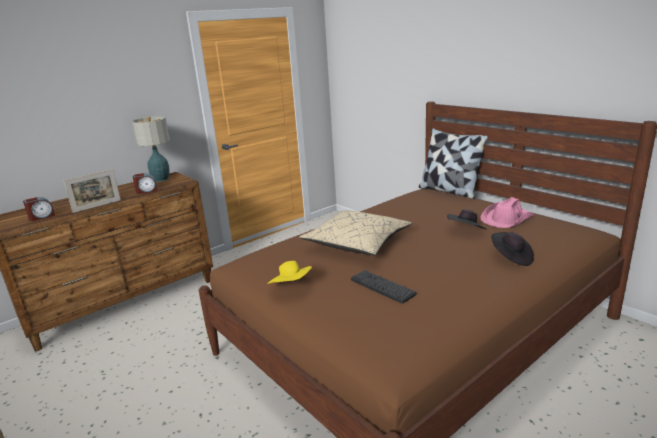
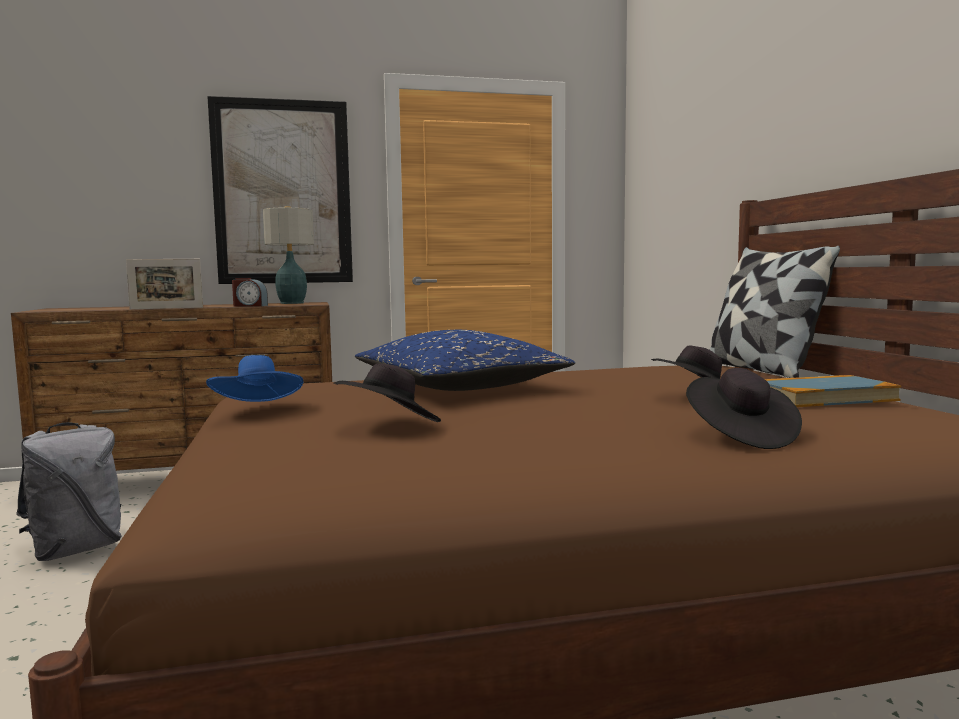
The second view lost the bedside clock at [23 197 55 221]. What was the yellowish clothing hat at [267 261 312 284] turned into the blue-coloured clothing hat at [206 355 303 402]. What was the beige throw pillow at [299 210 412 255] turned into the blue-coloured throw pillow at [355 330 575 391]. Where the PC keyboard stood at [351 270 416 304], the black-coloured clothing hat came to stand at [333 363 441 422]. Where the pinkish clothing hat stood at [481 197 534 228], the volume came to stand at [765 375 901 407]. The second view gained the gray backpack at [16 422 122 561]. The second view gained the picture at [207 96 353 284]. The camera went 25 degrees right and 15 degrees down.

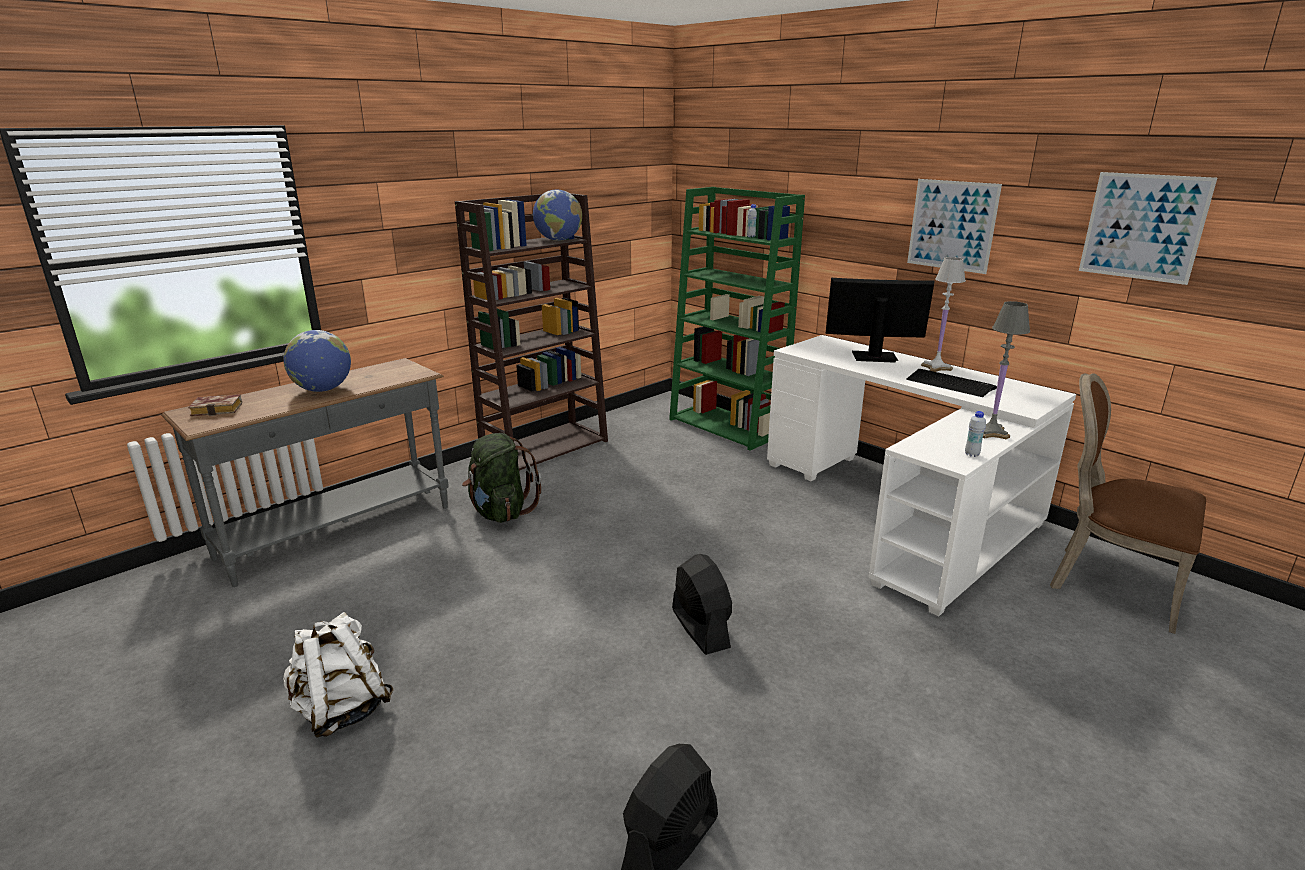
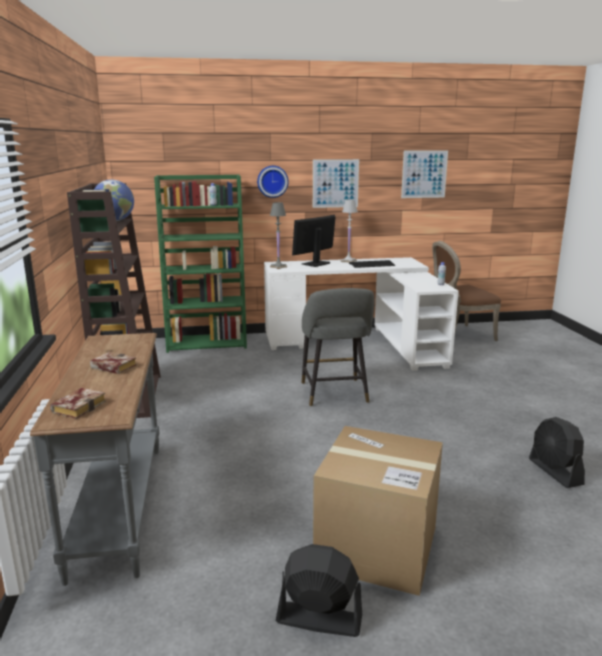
Where the world globe stood at [283 330 351 392], the volume came to stand at [90 352 137 374]. Where the white backpack stood at [283 612 394 738], the packing box came to stand at [313 426 443 596]. The second view lost the green-coloured backpack at [462 433 541 523]. The black-coloured fan ended up elsewhere, having gone from [672 554 732 655] to [276 544 362 637]. The gray lamp for a table ended up elsewhere, having gone from [983 301 1030 439] to [270 202 287 269]. The second view gained the wall clock at [257 166 289 198]. The second view gained the gray stool seat at [302 288 374 406]. The camera went 55 degrees left and 5 degrees down.

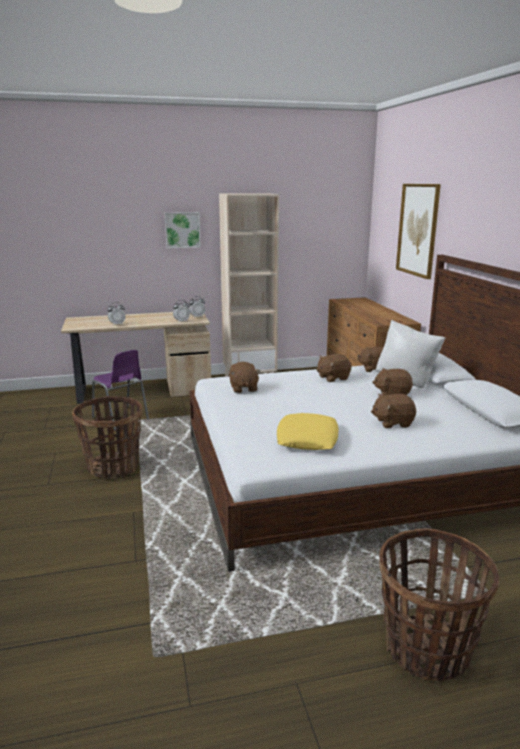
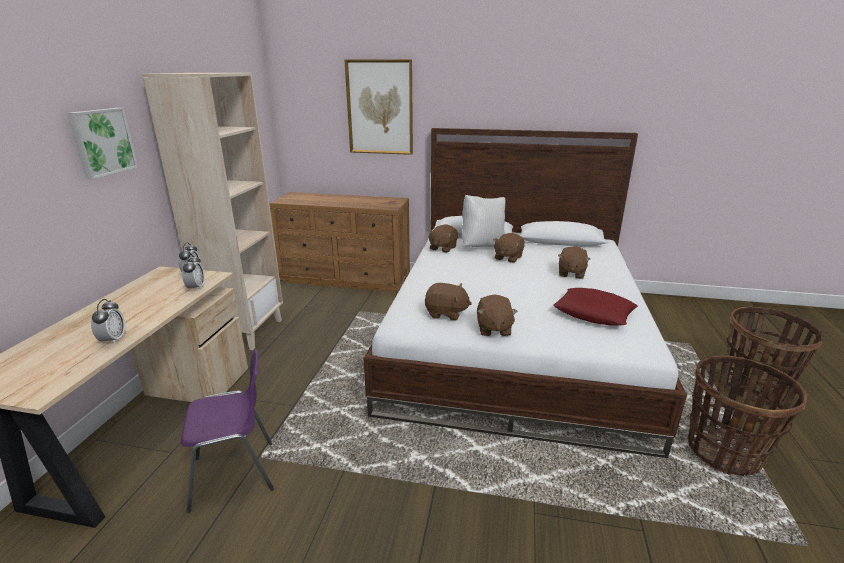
The storage basket ended up elsewhere, having gone from [72 396 142 479] to [688 356 807 477]. What was the yellowish throw pillow at [277 413 338 450] turned into the red throw pillow at [553 288 638 326]. The brown plush toy ended up elsewhere, having gone from [317 354 351 382] to [477 295 518 336]. The camera went 65 degrees left and 5 degrees up.

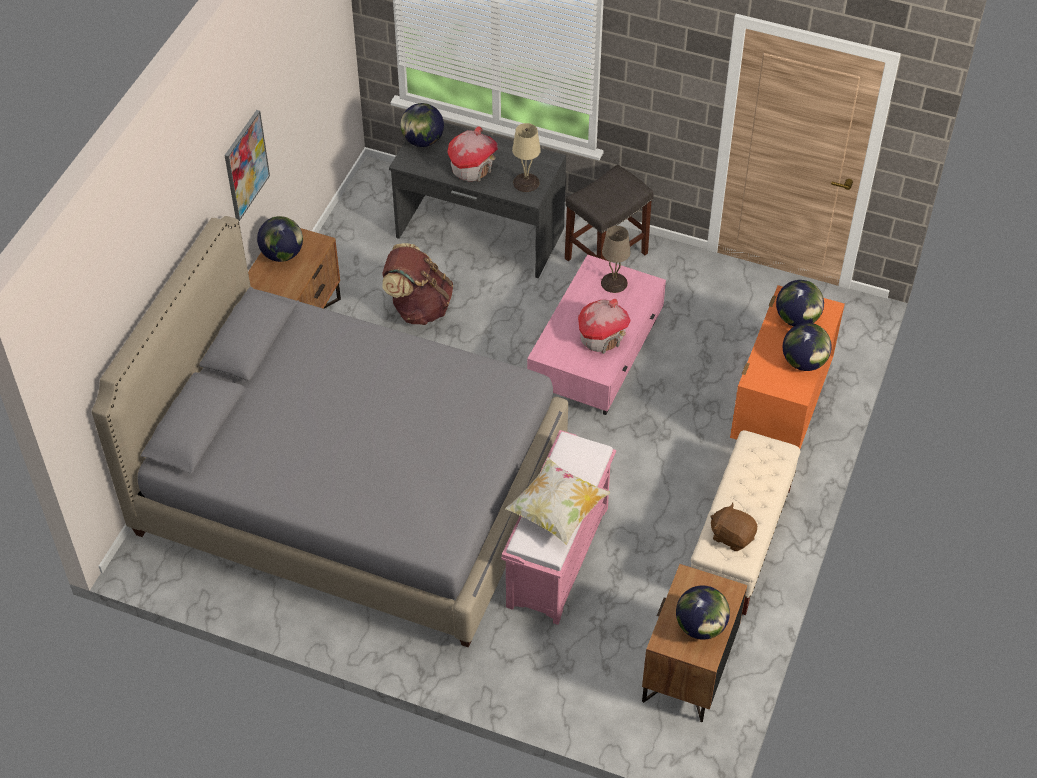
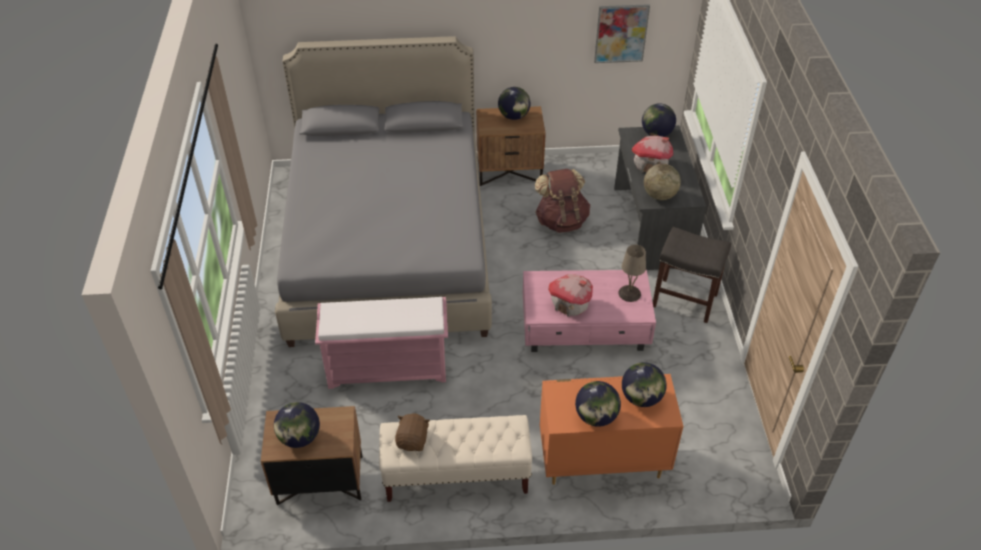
The picture ended up elsewhere, having gone from [225 110 270 221] to [594 4 650 63]. The second view lost the throw pillow at [505 458 610 545]. Where the beige lamp for a table stood at [512 123 541 192], the world globe came to stand at [644 164 681 200]. The camera went 65 degrees right and 5 degrees down.

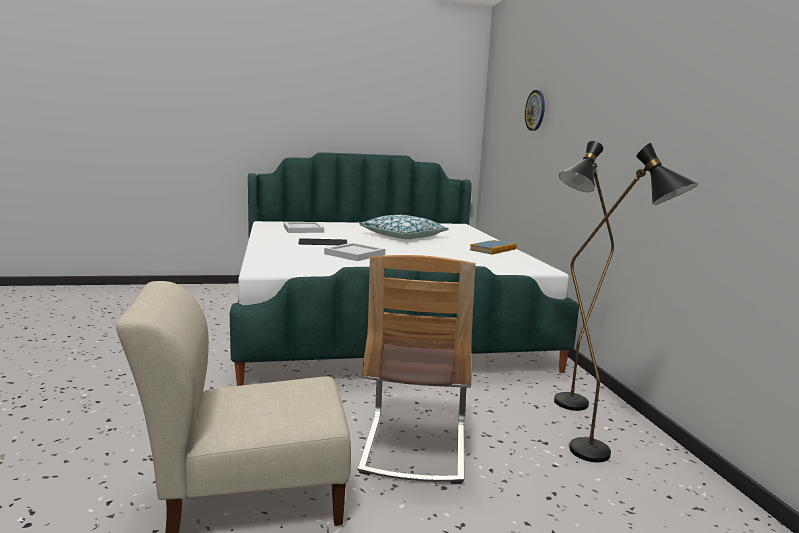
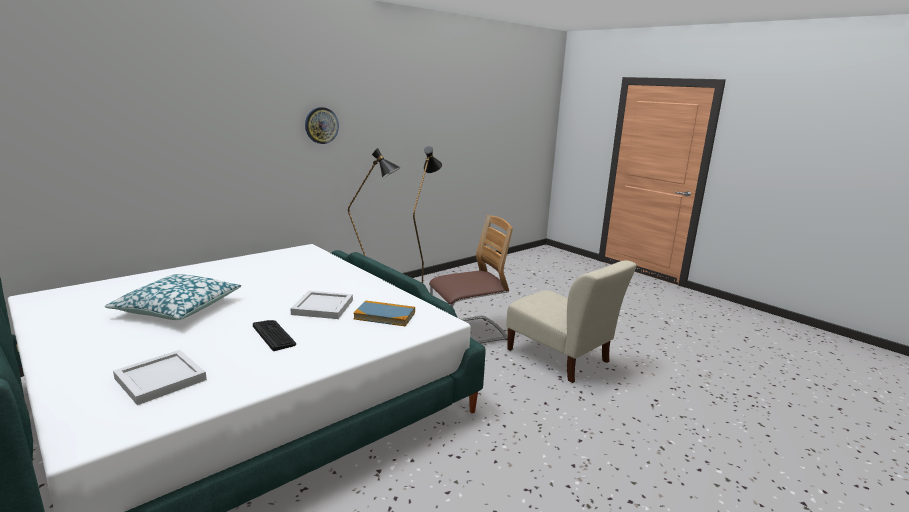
The volume ended up elsewhere, having gone from [470 240 516 255] to [353 300 415 326]. The wall clock ended up elsewhere, having gone from [525 90 545 131] to [305 107 339 144]. The camera went 120 degrees left and 5 degrees up.

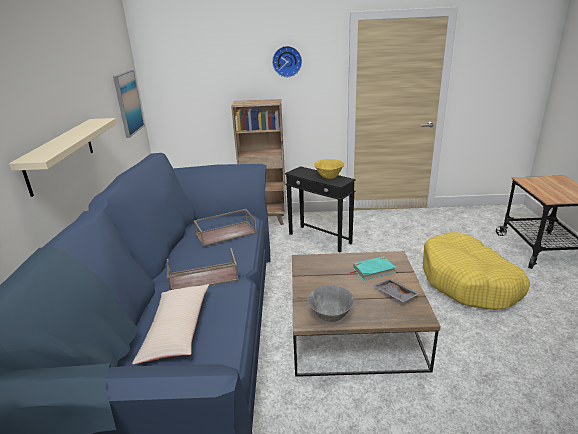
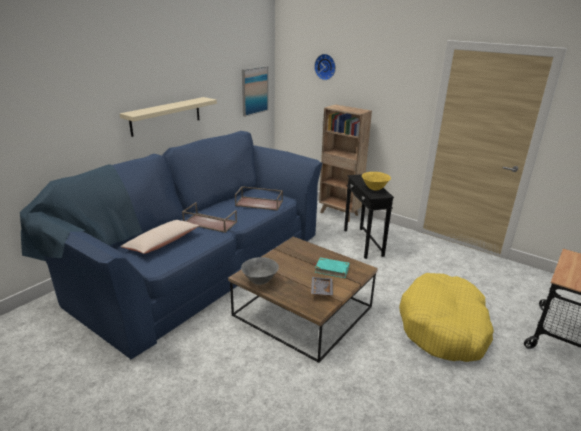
The wall clock ended up elsewhere, having gone from [272 46 302 77] to [314 54 336 80]. The camera went 35 degrees right and 0 degrees up.

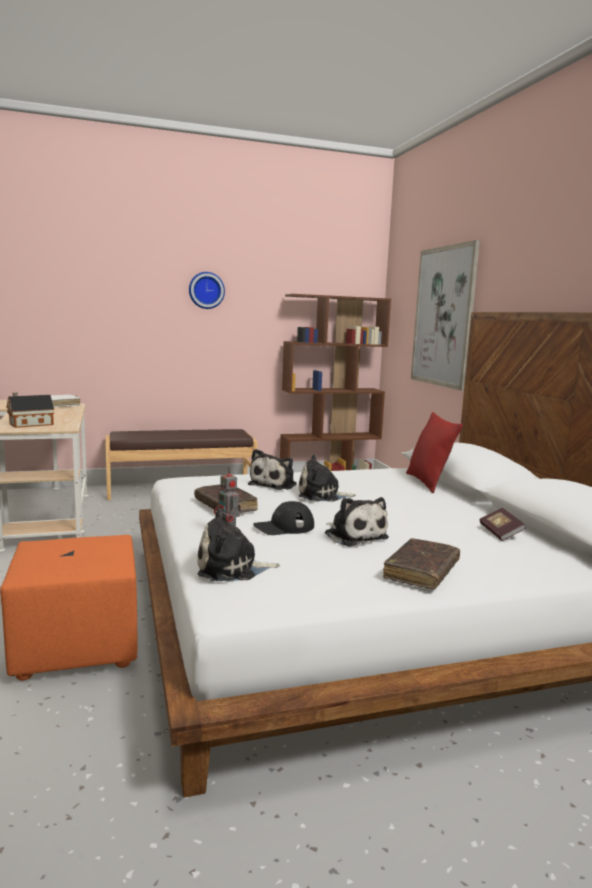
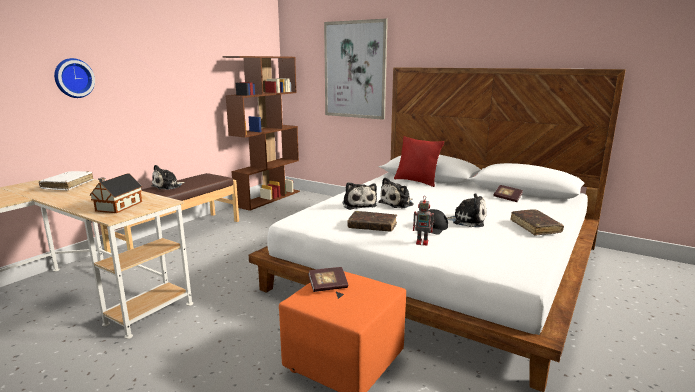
The wall clock ended up elsewhere, having gone from [189 272 225 309] to [54 58 95 98]. The plush toy ended up elsewhere, having gone from [197 509 280 581] to [151 165 185 190]. The second view gained the volume at [308 267 348 292]. The camera went 40 degrees left and 5 degrees up.

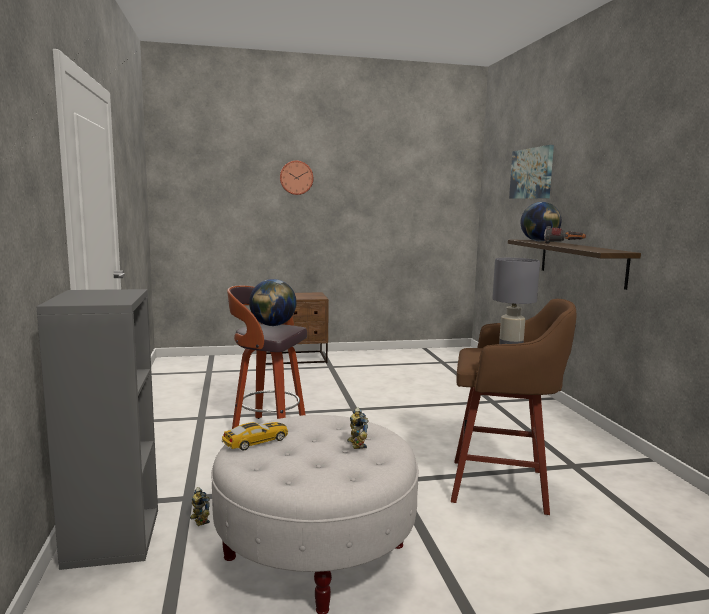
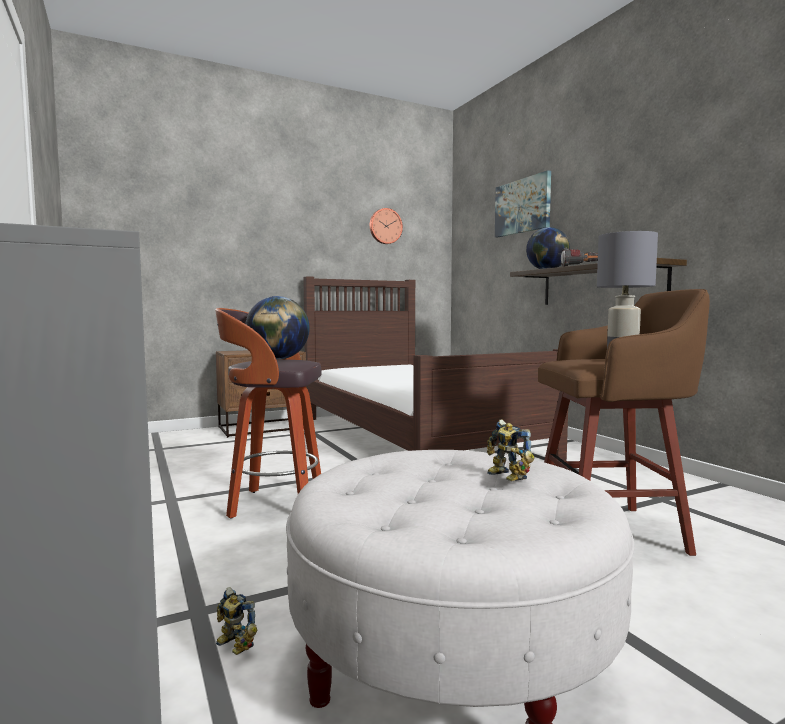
The second view lost the model car at [222 422 288 451]. The wall clock ended up elsewhere, having gone from [280 161 313 195] to [370 208 403 244]. The second view gained the brown sleeping bed at [303 276 568 461]. The camera went 15 degrees left and 5 degrees down.

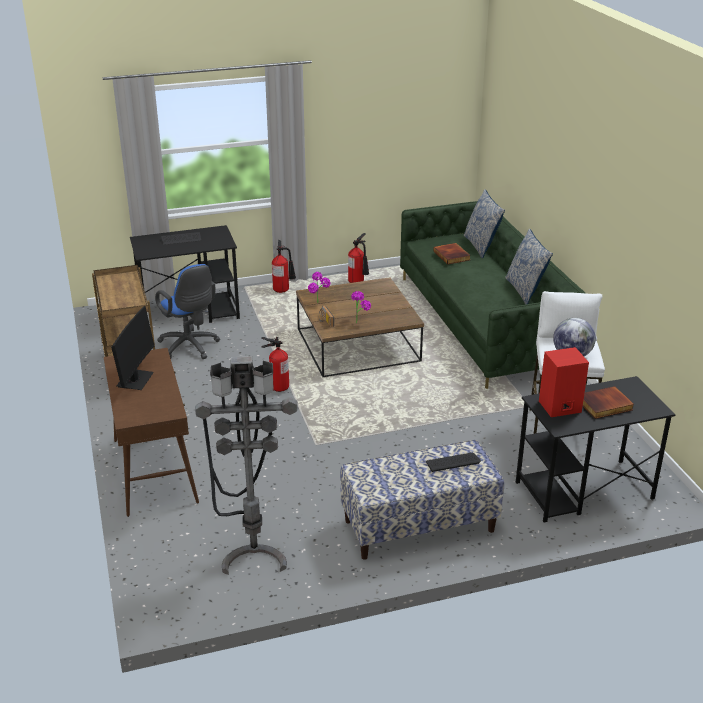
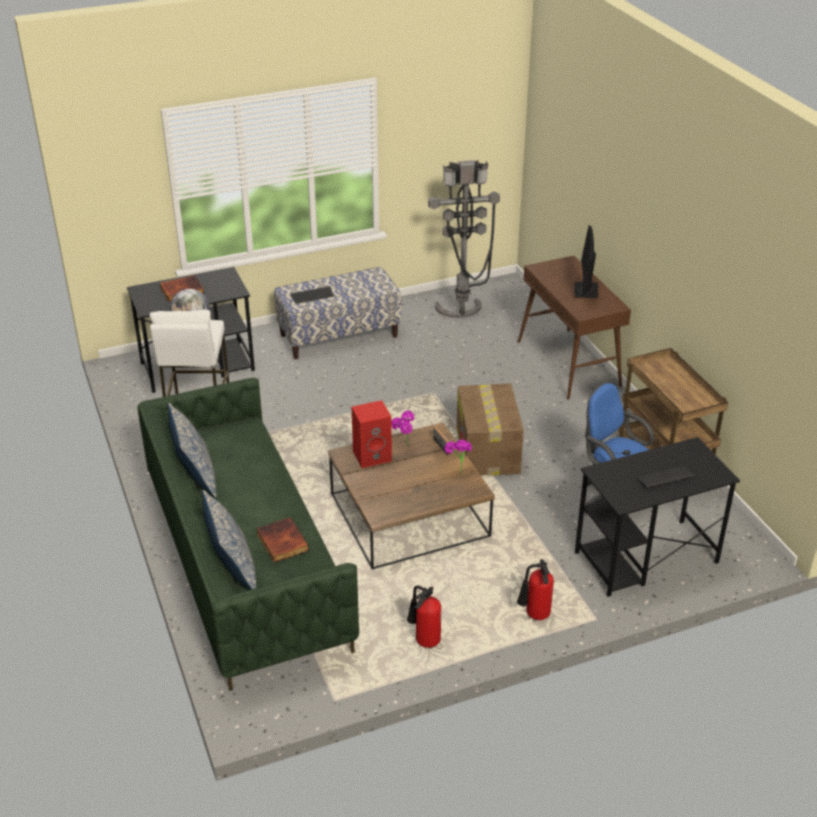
Where the extinguisher stood at [261 337 289 392], the packing box came to stand at [456 383 524 475]. The red speaker ended up elsewhere, having gone from [539 347 589 417] to [352 400 392 468]. The camera went 175 degrees right and 5 degrees up.

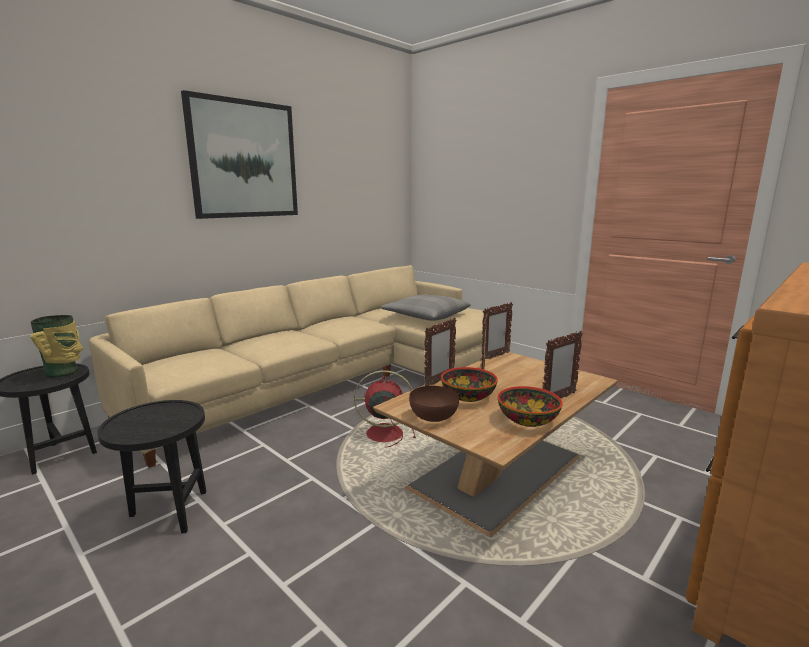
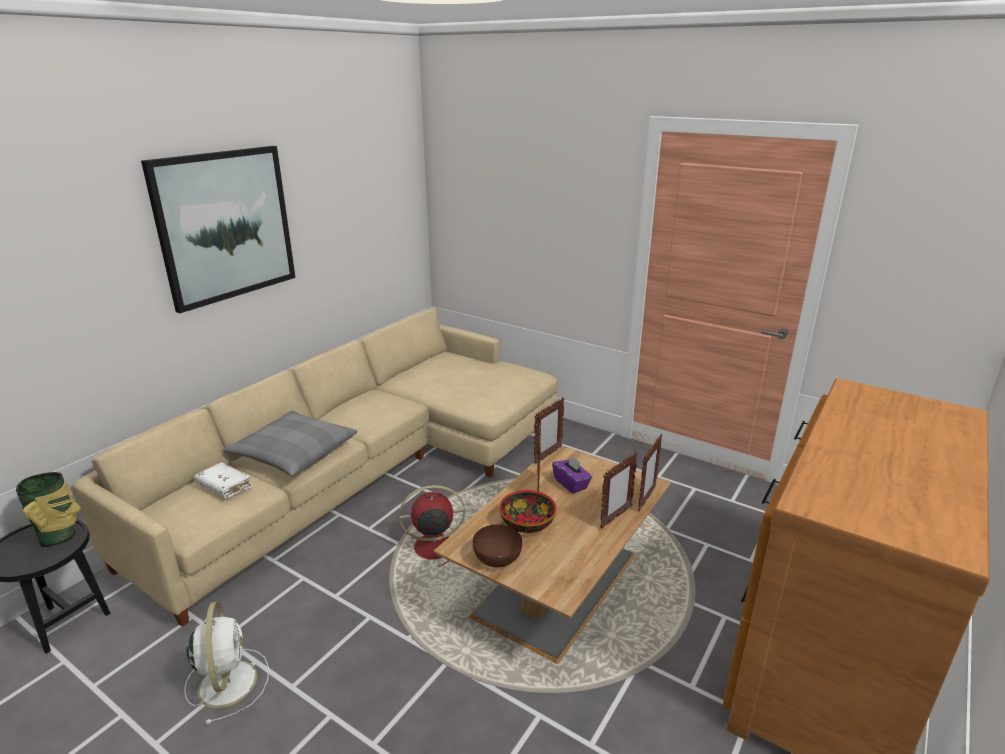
Where the black-coloured accent table stood at [97 400 207 534], the white fan came to stand at [184 601 269 724]. The gray throw pillow ended up elsewhere, having gone from [381 294 471 321] to [223 411 357 477]. The photo frame ended up elsewhere, having gone from [424 318 456 386] to [638 434 662 512]. The second view lost the bowl at [498 386 563 427]. The second view gained the white volume at [194 462 253 498]. The second view gained the purple-coloured tissue holder at [552 455 592 494]. The camera went 10 degrees left and 10 degrees up.

